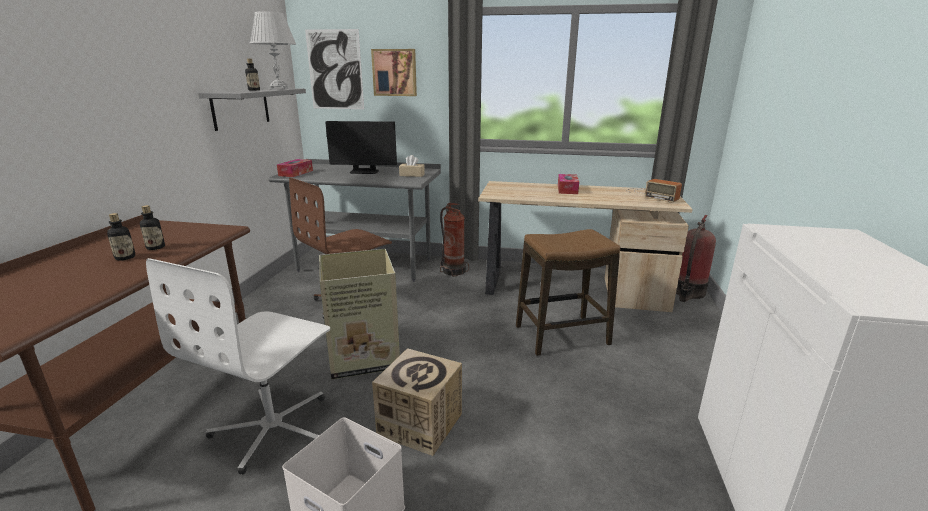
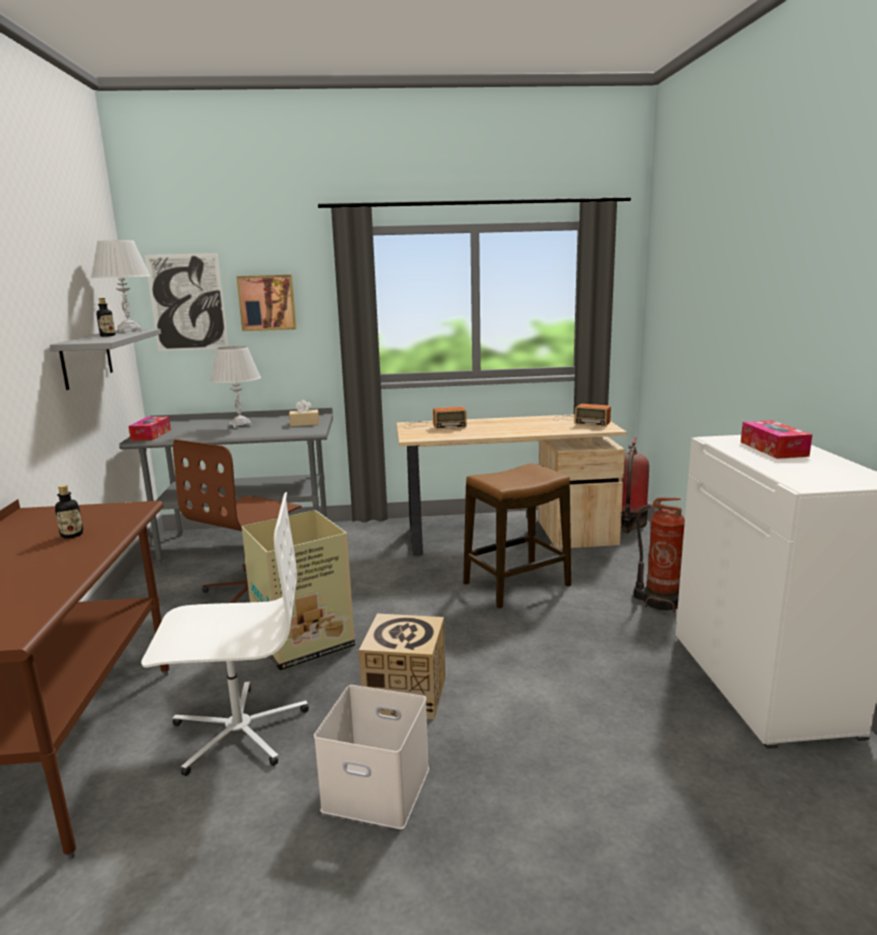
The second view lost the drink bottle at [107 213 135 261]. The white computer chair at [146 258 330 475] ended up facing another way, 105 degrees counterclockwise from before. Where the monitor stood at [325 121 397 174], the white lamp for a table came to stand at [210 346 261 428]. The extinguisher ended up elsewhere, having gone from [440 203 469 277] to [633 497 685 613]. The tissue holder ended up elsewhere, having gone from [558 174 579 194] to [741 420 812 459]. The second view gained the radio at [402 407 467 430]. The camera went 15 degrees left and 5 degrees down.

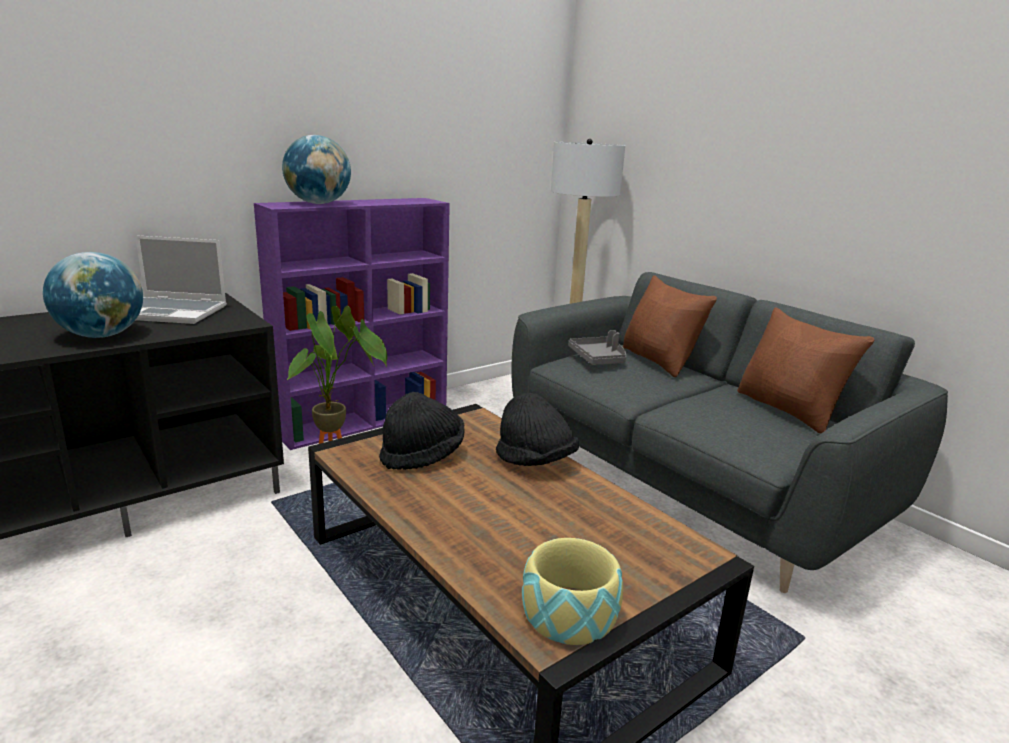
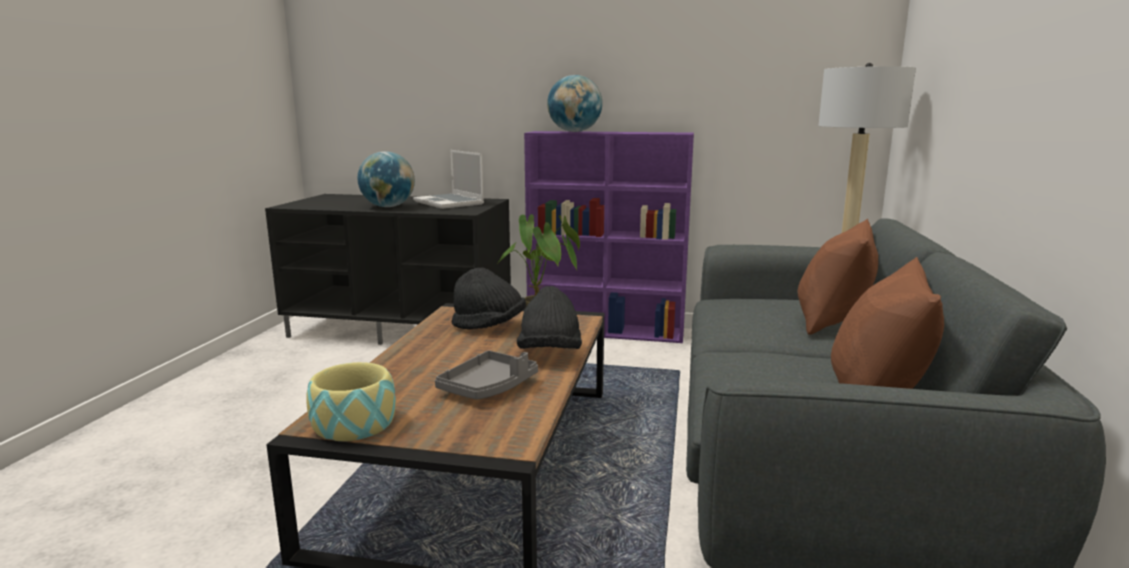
The gray serving tray ended up elsewhere, having gone from [568 330 626 365] to [435 350 538 400]. The camera went 50 degrees right and 5 degrees down.

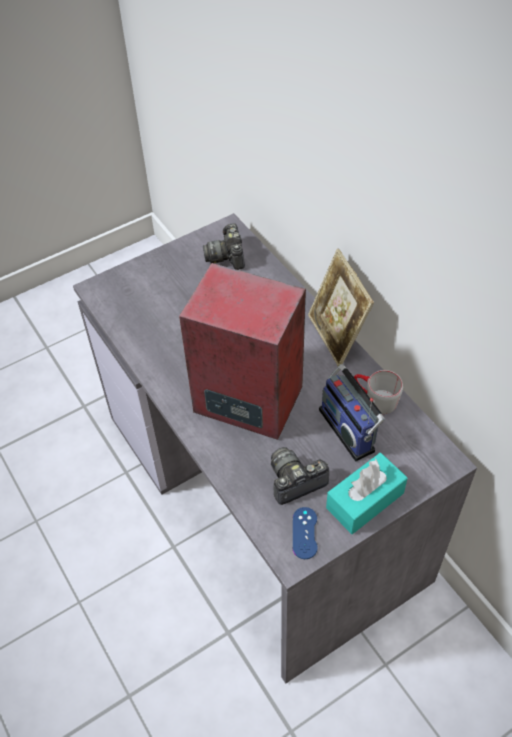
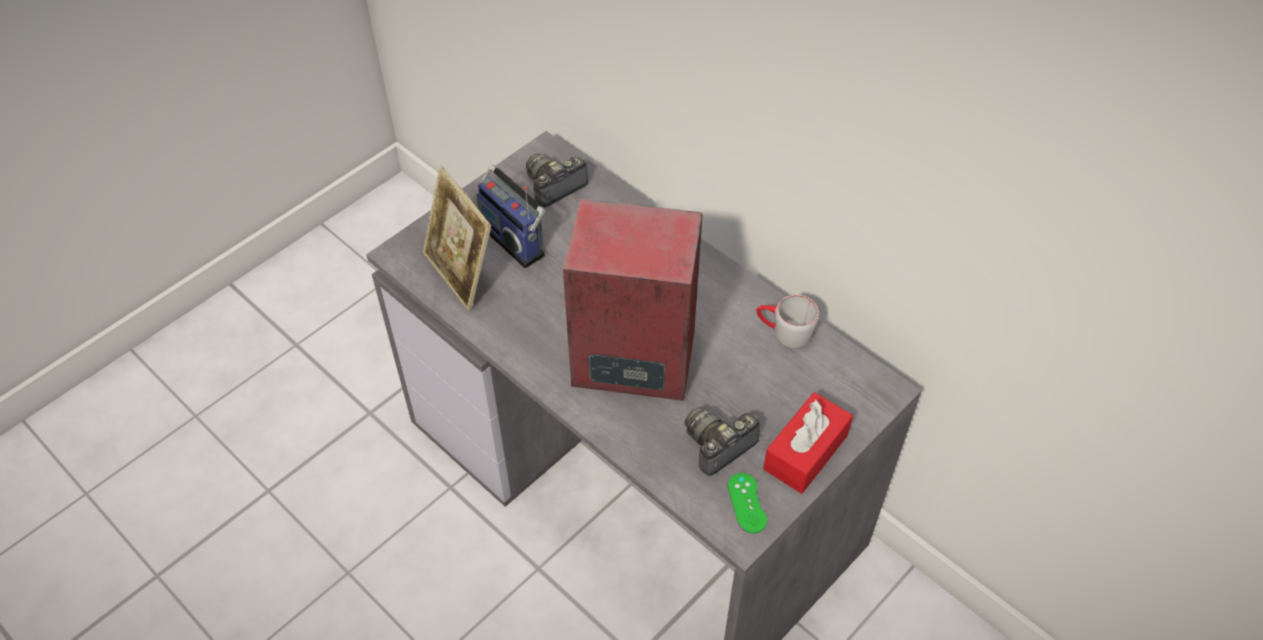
The photo camera at [203 223 245 270] ended up facing another way, 75 degrees clockwise from before. What was the blue-coloured gamepad at [293 507 318 559] turned into the green-coloured gamepad at [728 473 767 533]. The photo frame ended up elsewhere, having gone from [308 249 374 366] to [423 166 491 311]. The radio ended up elsewhere, having gone from [319 364 385 461] to [476 165 545 268]. What was the blue-green tissue holder at [326 453 408 534] turned into the red tissue holder at [763 392 853 494]. The camera went 15 degrees left and 0 degrees up.

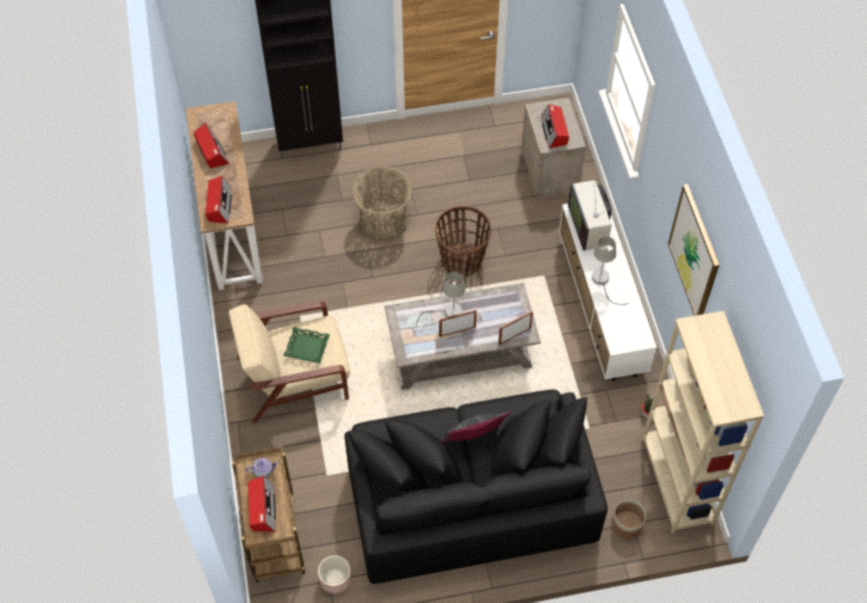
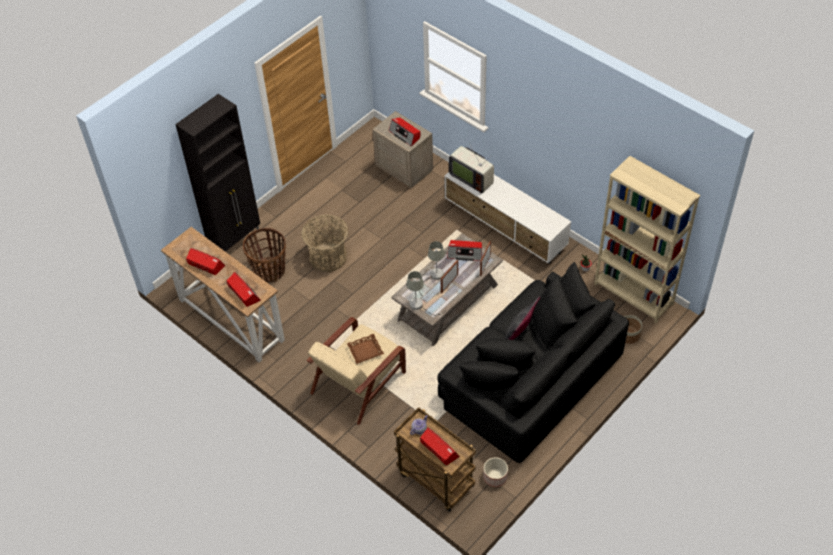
What was the green-coloured serving tray at [283 327 330 364] turned into the brown serving tray at [347 334 384 364]. The storage basket ended up elsewhere, having gone from [435 206 491 276] to [243 228 286 283]. The gray lamp for a table ended up elsewhere, having gone from [592 237 629 305] to [407 271 447 316]. The second view lost the picture at [668 184 719 316]. The second view gained the radio at [447 240 482 261]. The camera went 35 degrees left and 5 degrees down.

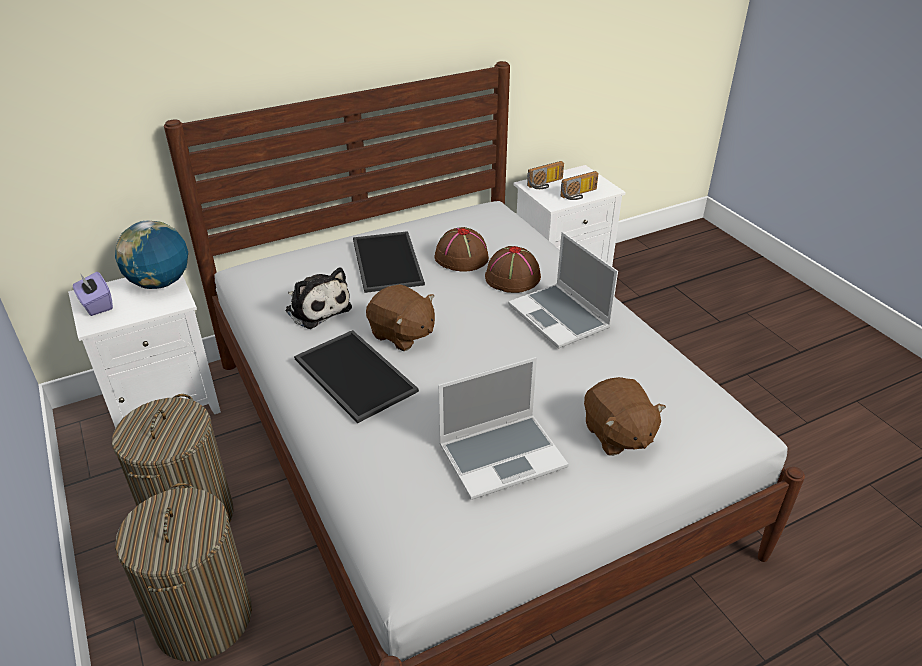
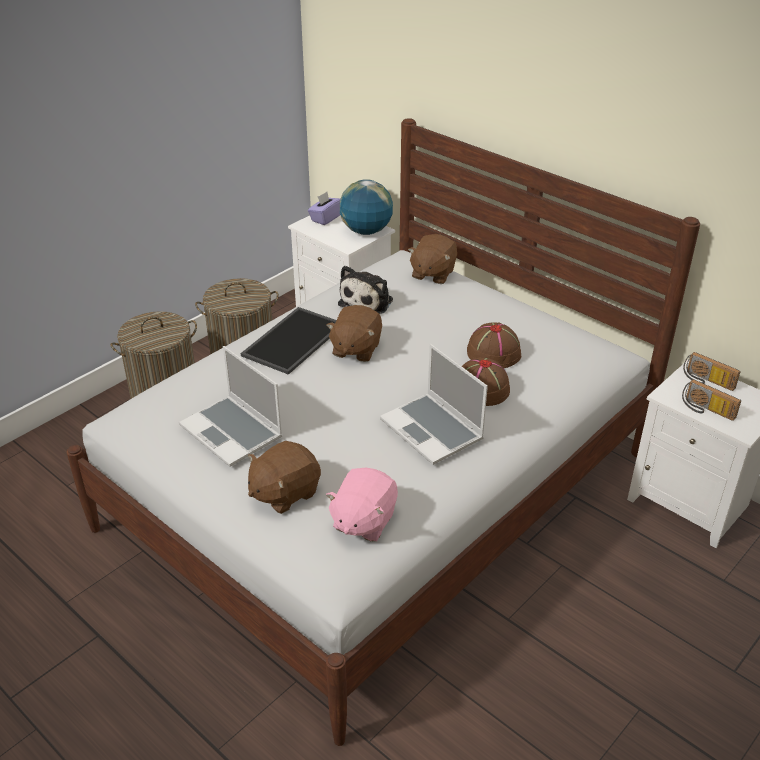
The second view lost the serving tray at [353 231 425 293]. The portable computer at [508 232 618 349] ended up facing another way, 75 degrees counterclockwise from before. The second view gained the pinkish plush toy at [326 468 398 542]. The second view gained the brown plush toy at [408 234 457 284]. The camera went 70 degrees right and 0 degrees up.

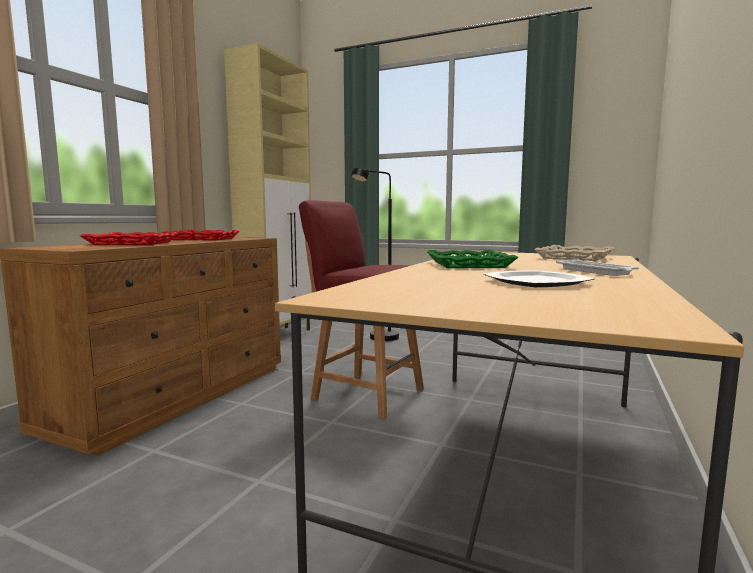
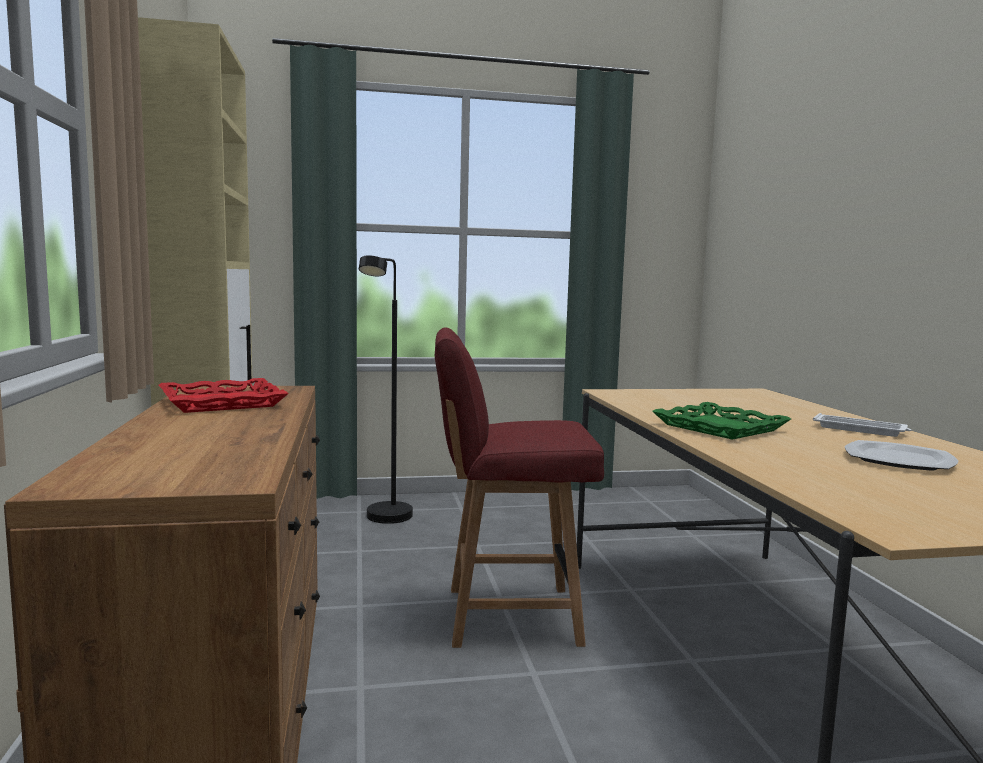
The second view lost the red serving tray at [80 232 178 245]. The second view lost the beige serving tray at [534 245 615 261]. The camera went 35 degrees left and 0 degrees up.

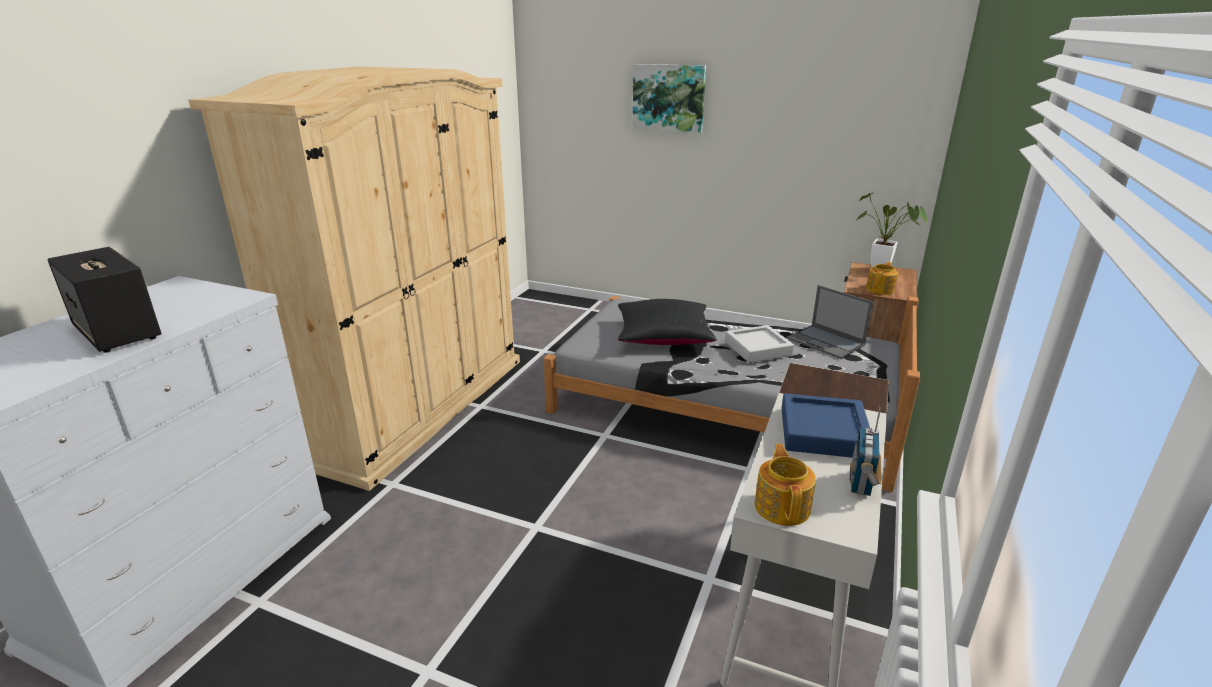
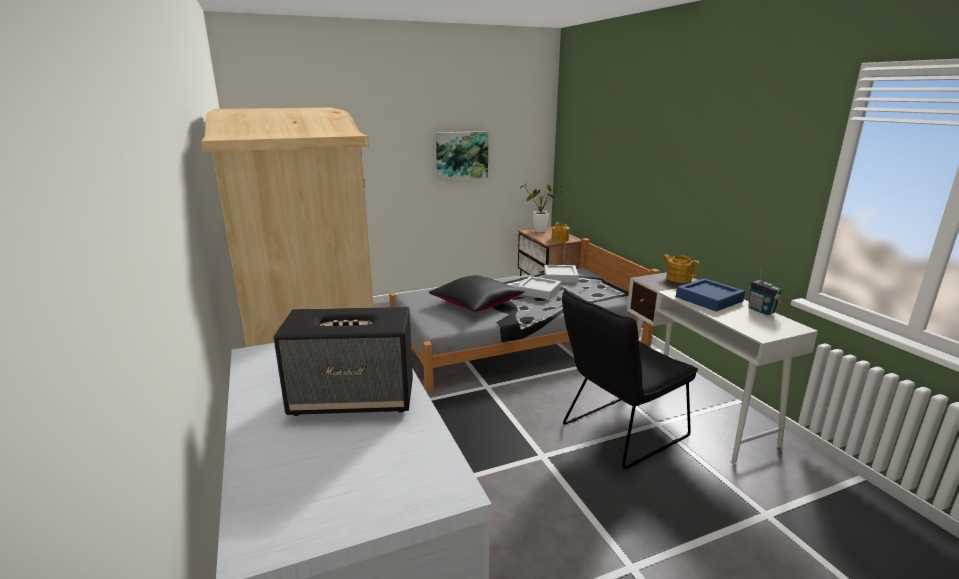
The picture ended up elsewhere, having gone from [632 64 706 134] to [436 131 488 181]. The tea pot ended up elsewhere, having gone from [754 444 816 526] to [662 254 700 283]. Where the portable computer stood at [787 285 873 359], the gray serving tray came to stand at [544 265 579 283]. The second view gained the black-coloured chair at [562 289 698 469]. The camera went 45 degrees left and 5 degrees down.

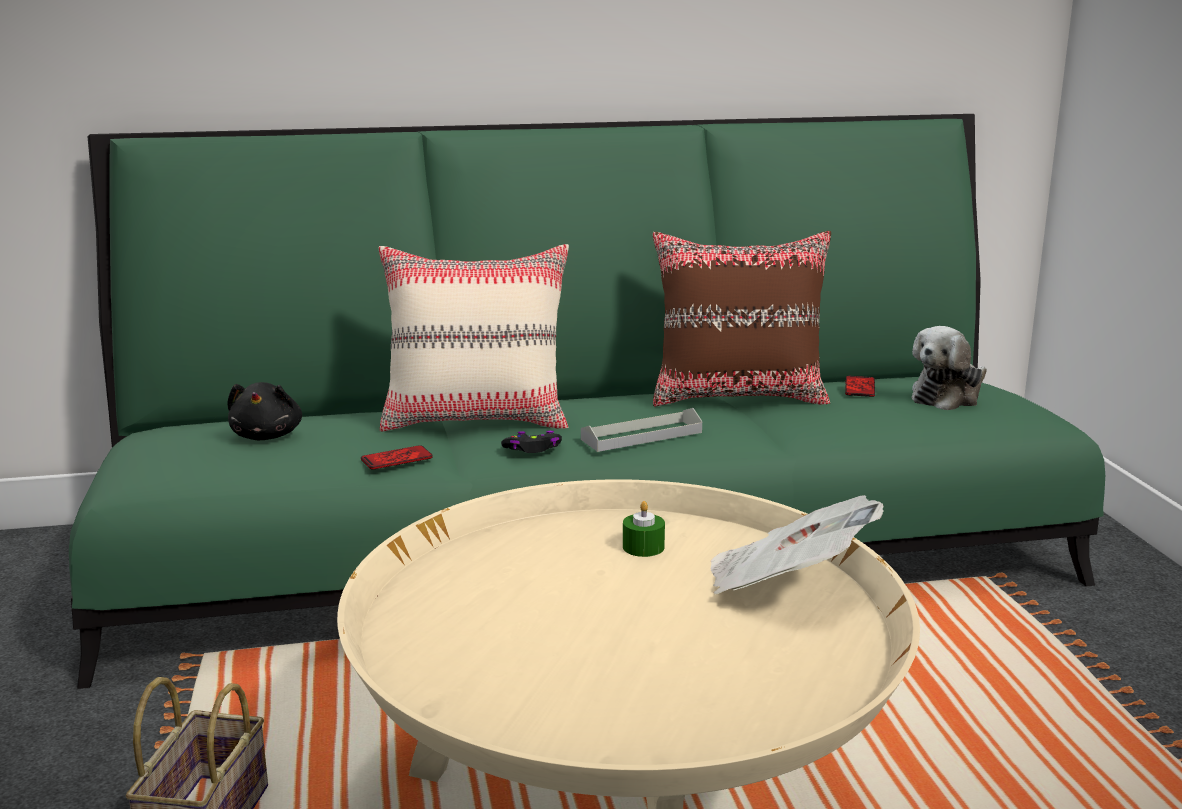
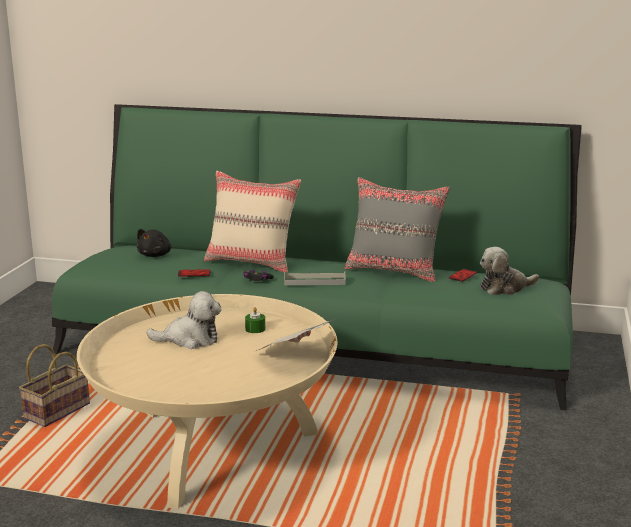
What was the brown throw pillow at [653 231 831 406] turned into the gray throw pillow at [345 177 450 282]. The second view gained the plush toy at [146 291 222 349]. The camera went 25 degrees right and 0 degrees up.

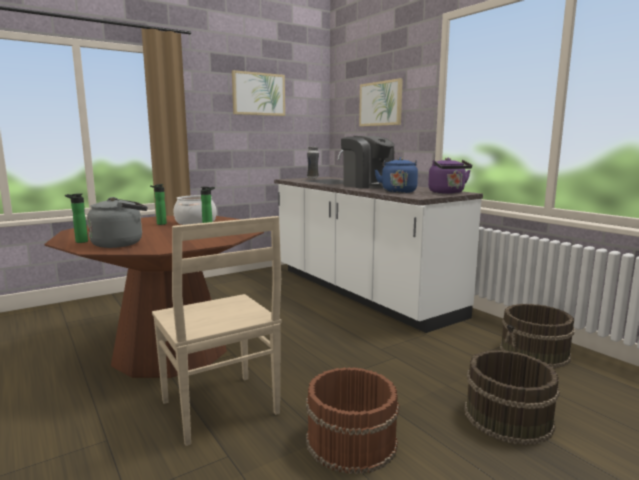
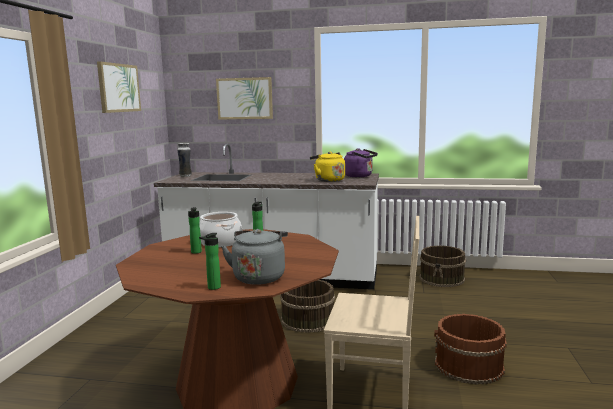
The second view lost the coffee maker at [341 136 395 189]. What was the blue-coloured tea kettle at [375 157 418 193] turned into the yellowish tea kettle at [310 152 345 182]. The brown water bucket ended up elsewhere, having gone from [464 350 560 445] to [280 280 335 333]. The camera went 45 degrees left and 0 degrees up.

